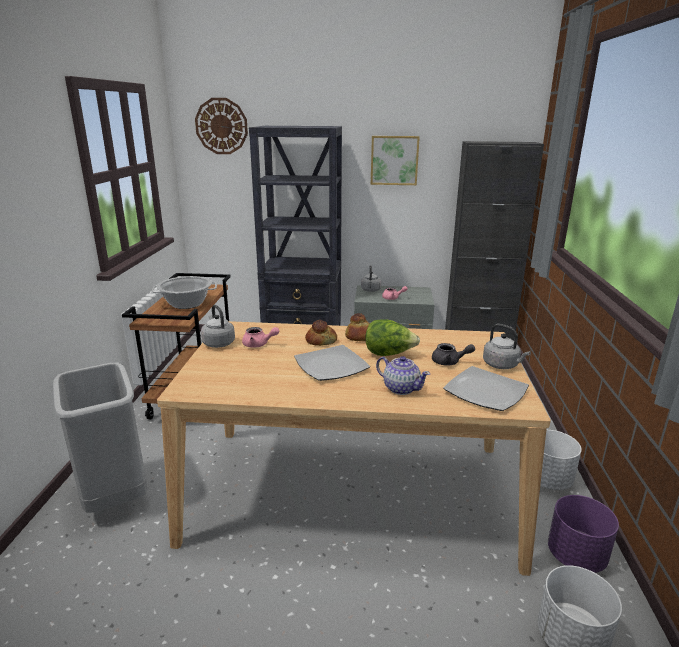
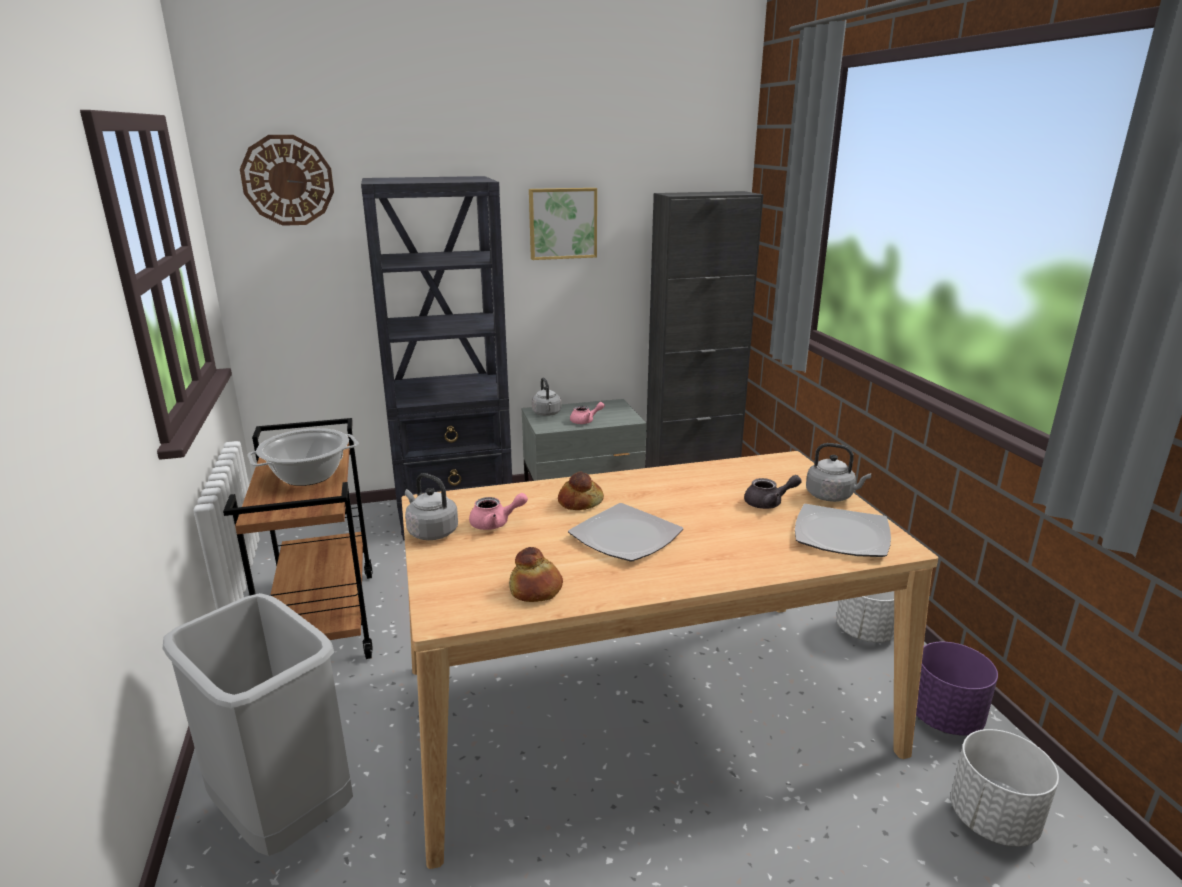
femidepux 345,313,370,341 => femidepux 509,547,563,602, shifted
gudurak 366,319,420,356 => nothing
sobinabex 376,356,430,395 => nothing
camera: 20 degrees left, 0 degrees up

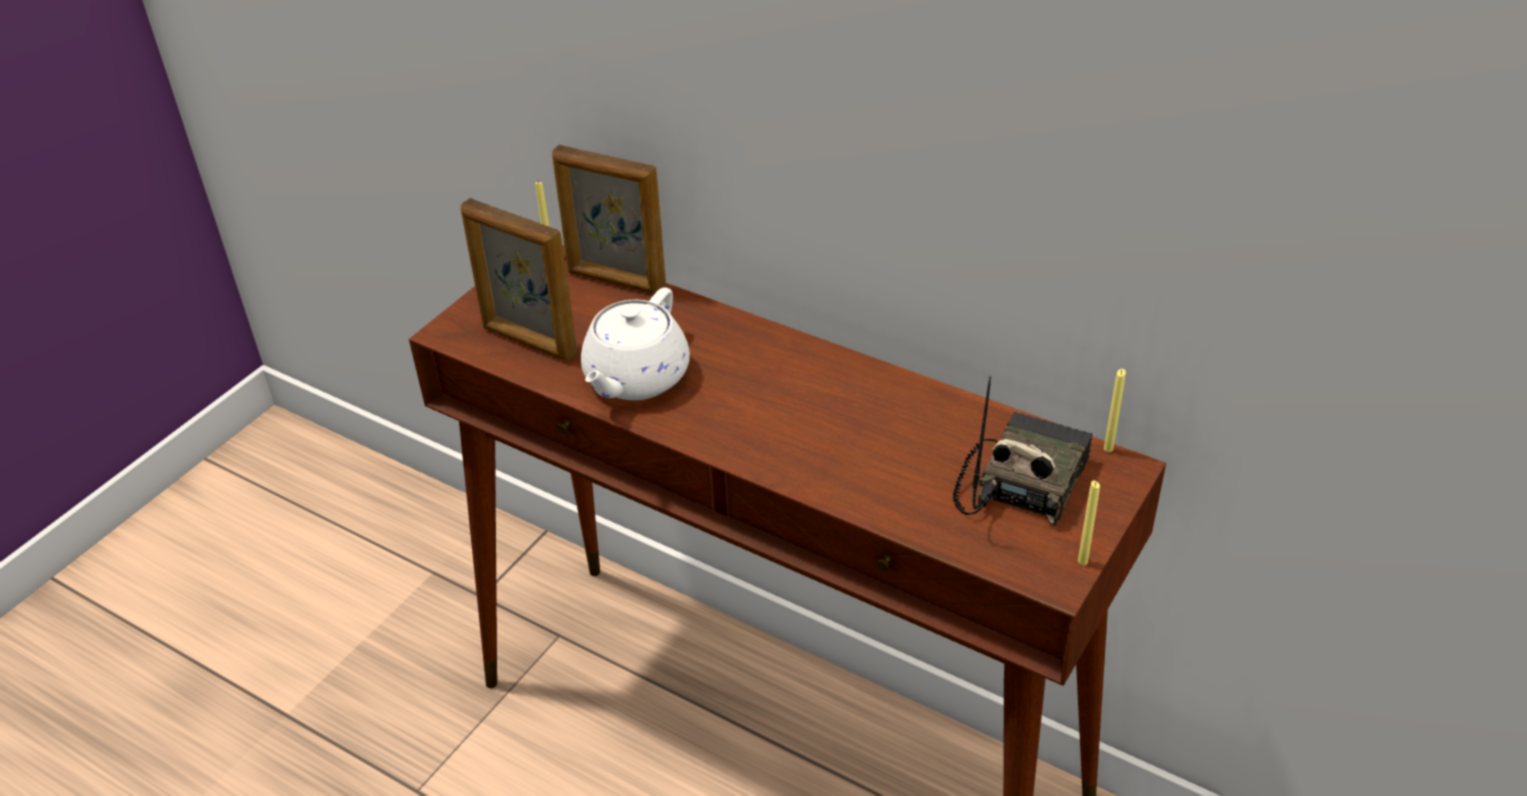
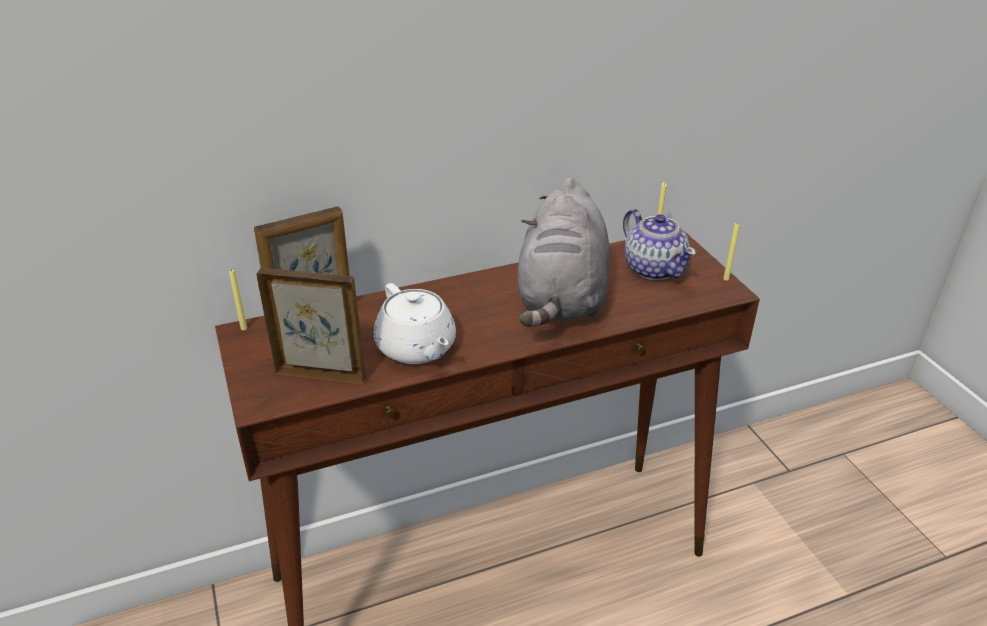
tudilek 460,198,578,362 => tudilek 257,268,366,384, 150 degrees counterclockwise
nothing => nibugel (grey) 518,178,610,327
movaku 953,376,1093,526 => sobinabex 623,209,696,280
camera: 55 degrees left, 5 degrees down

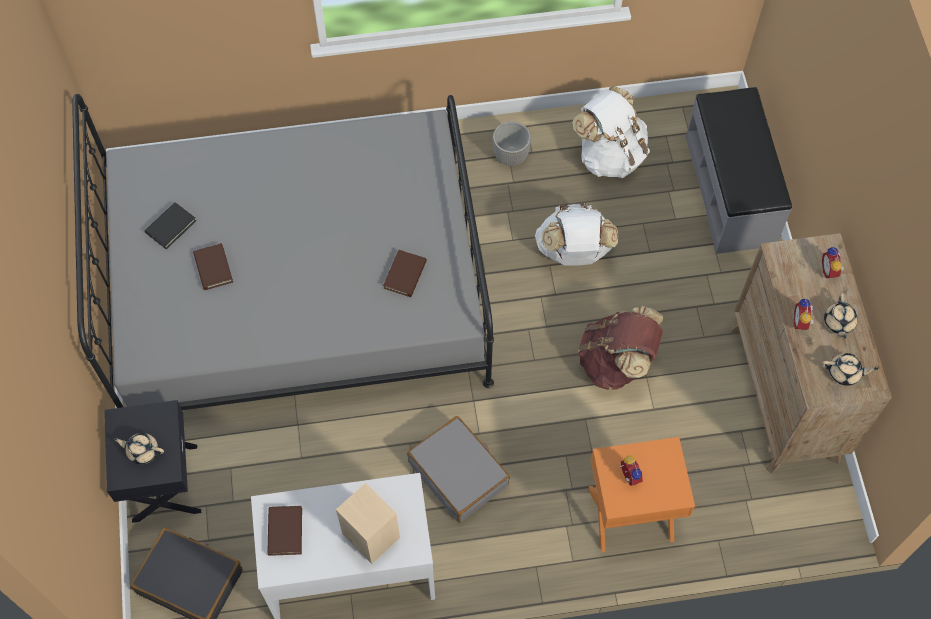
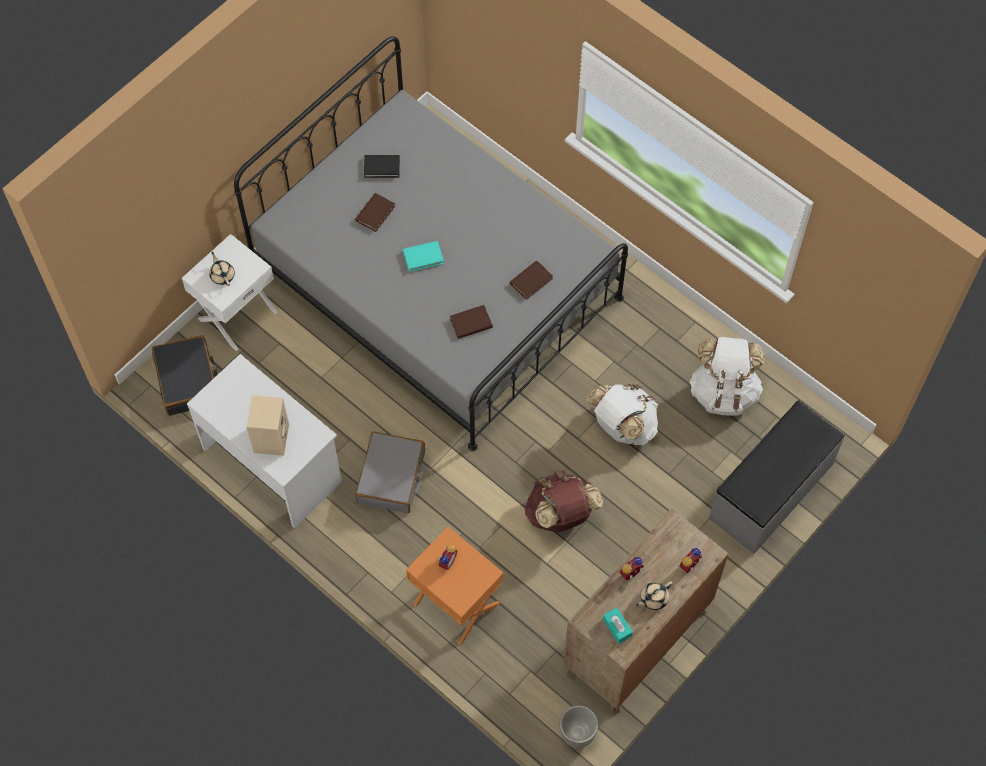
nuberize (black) 104,400,201,523 => nuberize (white) 182,234,278,351
nothing => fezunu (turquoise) 403,241,444,272
fezunu (brown) 267,506,302,556 => fezunu (brown) 510,260,553,300, shifted
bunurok 493,121,531,166 => bunurok 559,705,598,748, shifted
sobinabex (beige) 822,353,878,386 => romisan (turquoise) 603,607,633,644
camera: 50 degrees right, 0 degrees up

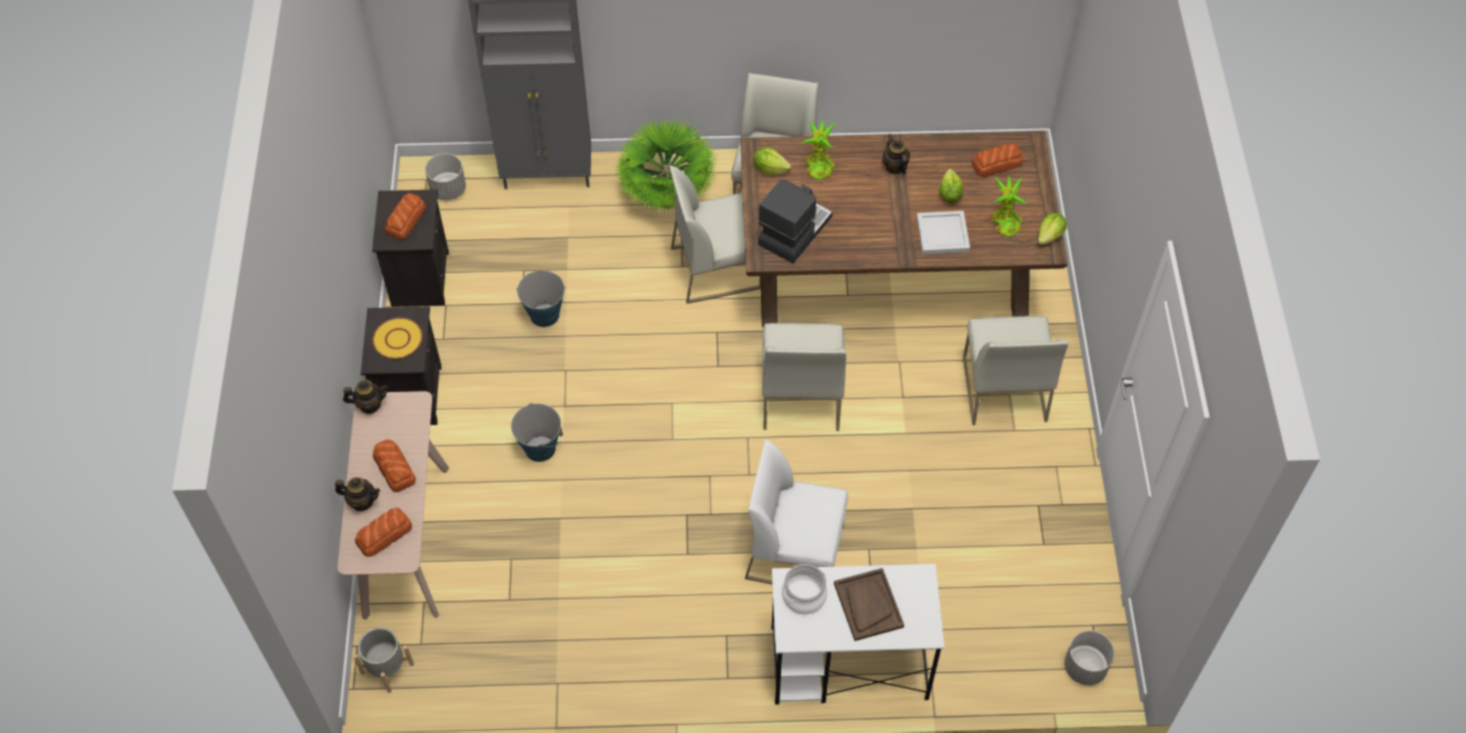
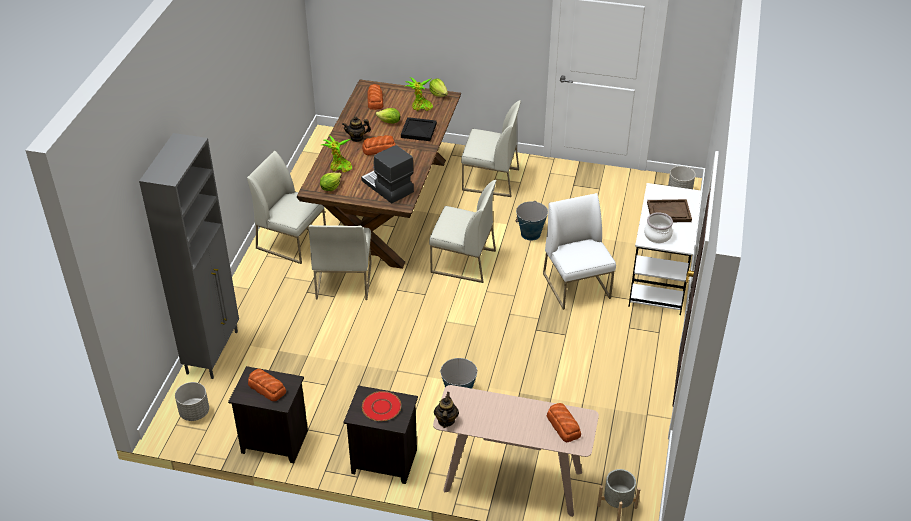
femidepux 373,439,416,492 => femidepux 362,135,395,155, shifted
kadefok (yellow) 373,318,423,359 => kadefok (red) 362,391,401,421
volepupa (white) 917,211,970,255 => volepupa (black) 401,117,437,141
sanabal 516,270,566,327 => sanabal 516,201,548,241, shifted
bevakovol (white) 745,439,848,584 => bevakovol (white) 543,193,616,310, 135 degrees clockwise
sobinabex 335,477,380,511 => nothing
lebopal 614,117,718,213 => nothing
camera: 75 degrees left, 15 degrees down

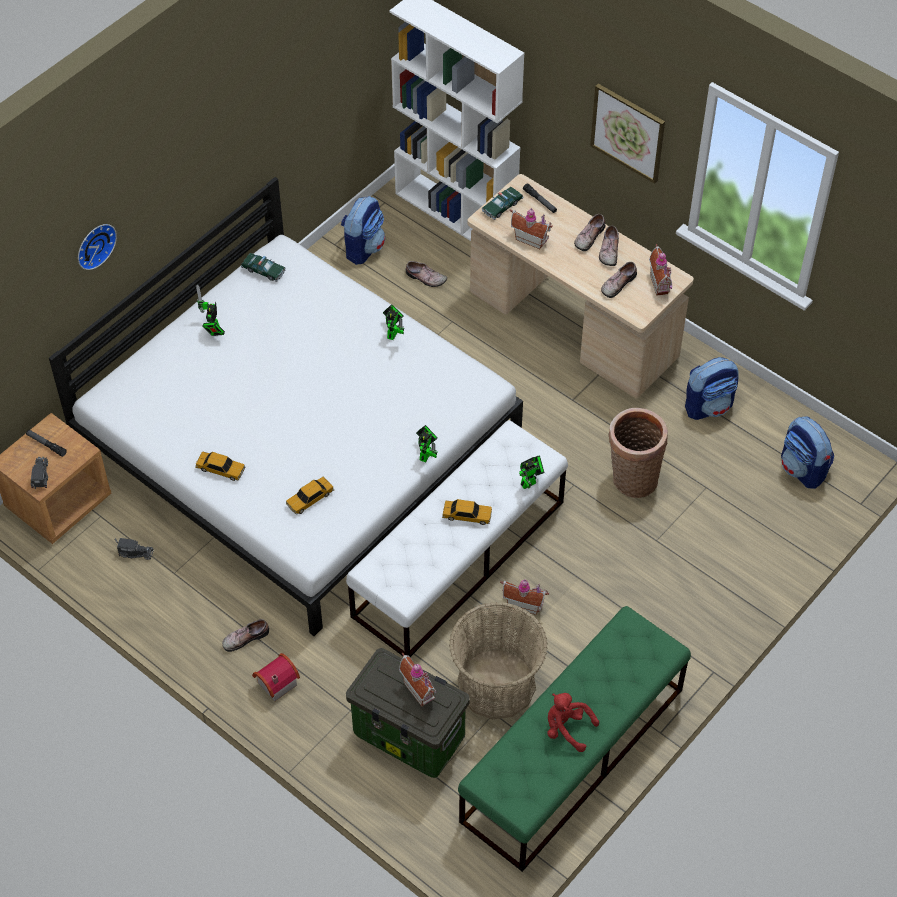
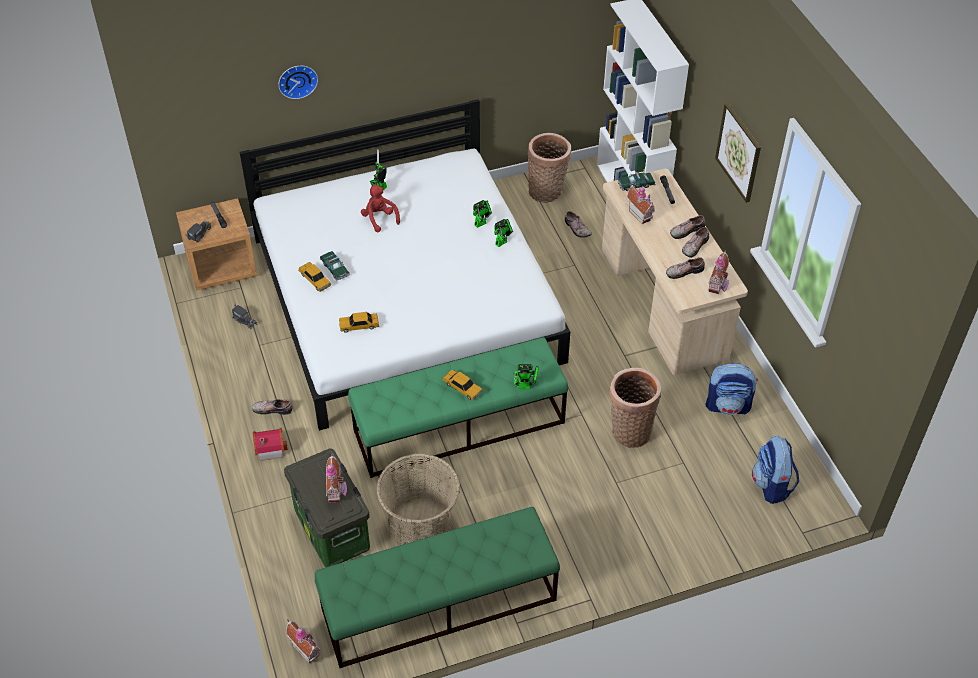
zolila 500,580,549,615 => zolila 286,619,320,664, shifted
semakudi 241,253,286,282 => semakudi 320,251,350,281, shifted
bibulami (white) 346,420,568,657 => bibulami (green) 348,337,568,478
nibugel (red) 547,693,599,752 => nibugel (red) 361,185,400,232, shifted
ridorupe 416,425,438,462 => ridorupe 473,200,492,228, shifted
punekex 341,196,385,265 => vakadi 528,133,571,203
camera: 30 degrees right, 5 degrees down

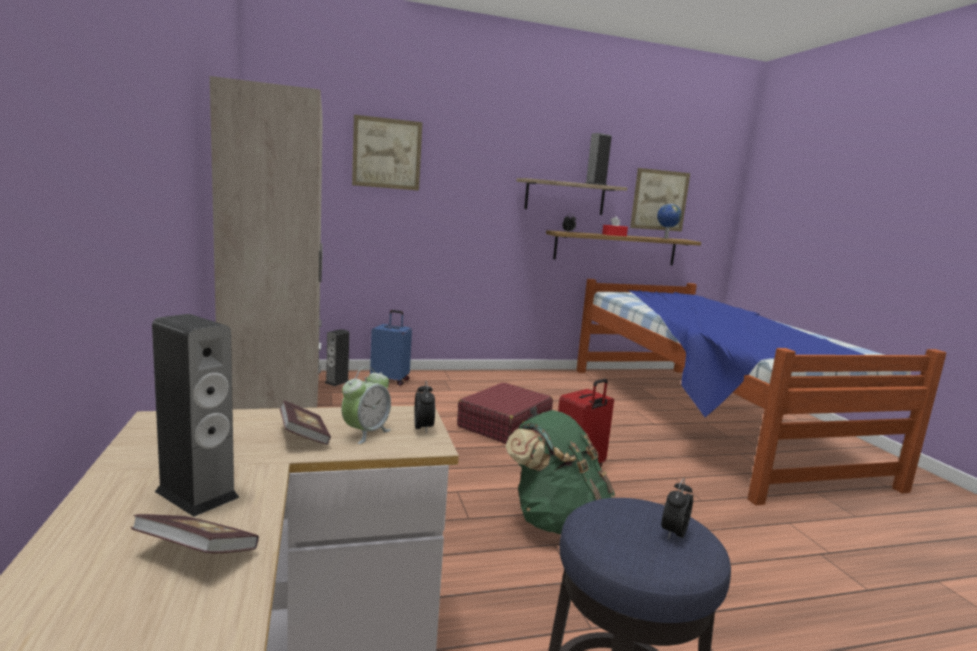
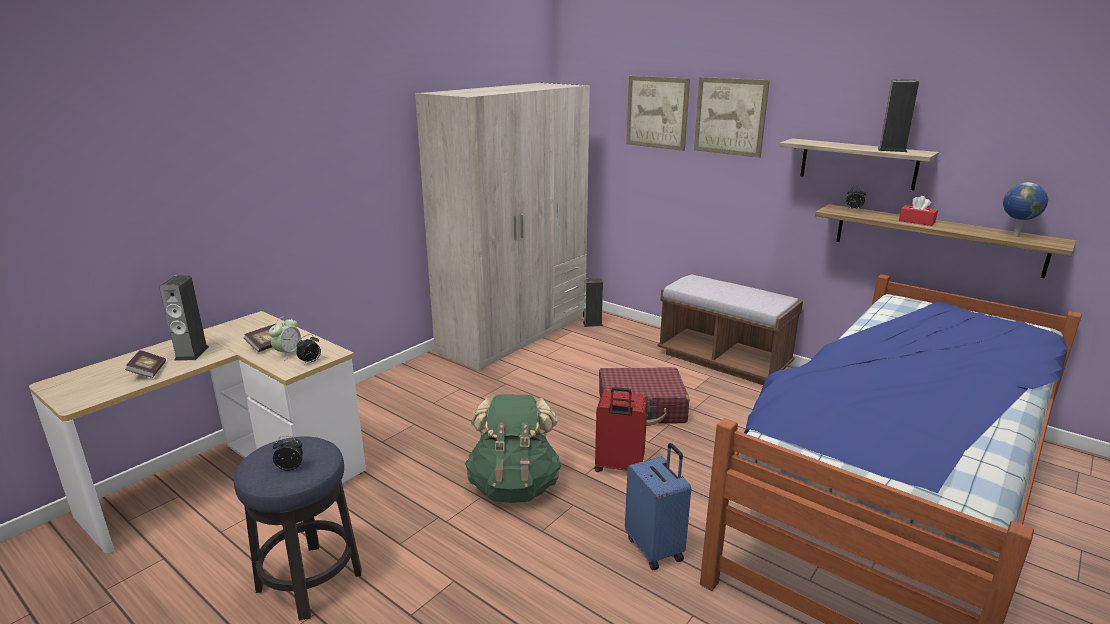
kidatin 341,366,391,444 => kidatin 269,317,301,361, 60 degrees counterclockwise
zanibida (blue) 370,310,412,386 => zanibida (blue) 625,443,691,570, shifted
nothing => bibulami (brown) 658,274,803,385
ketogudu 630,168,690,231 => ketogudu 694,77,770,158, shifted
camera: 55 degrees right, 10 degrees up

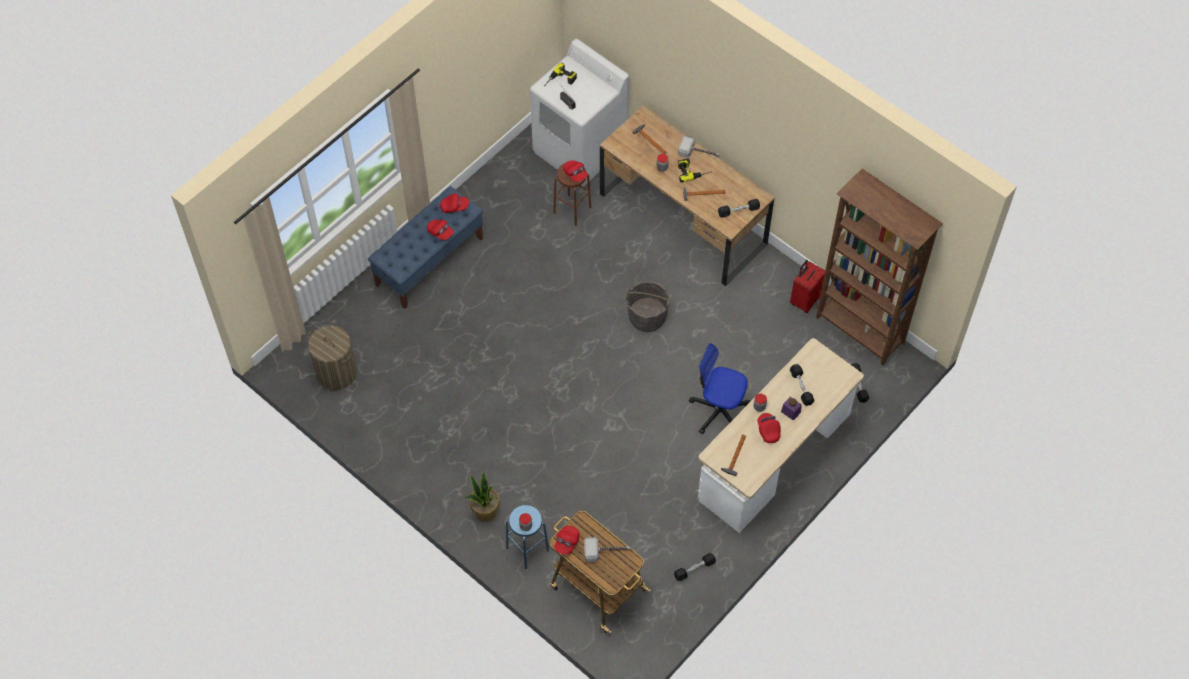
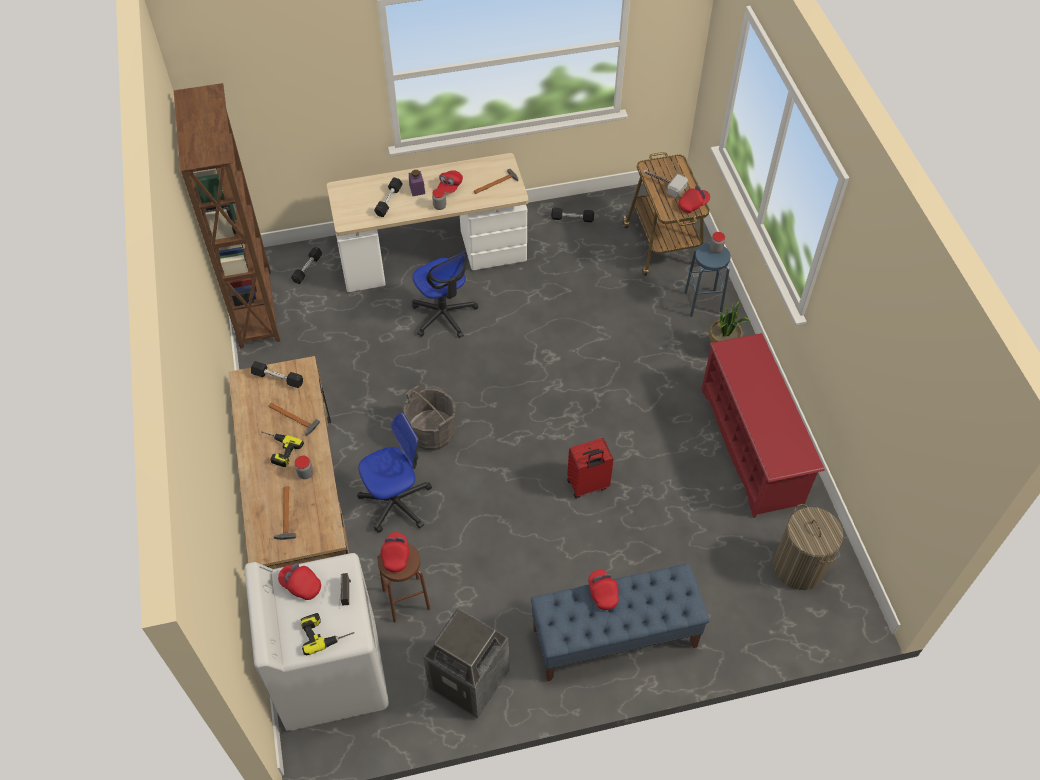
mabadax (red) 440,193,469,213 => mabadax (red) 278,563,321,600, shifted
nothing => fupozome 357,412,432,533
nothing => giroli 423,608,509,719
zanibida (red) 790,260,825,313 => zanibida (red) 567,438,614,499, shifted
nothing => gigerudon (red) 701,333,825,518
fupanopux 678,136,720,158 => nothing
camera: 145 degrees left, 5 degrees down

